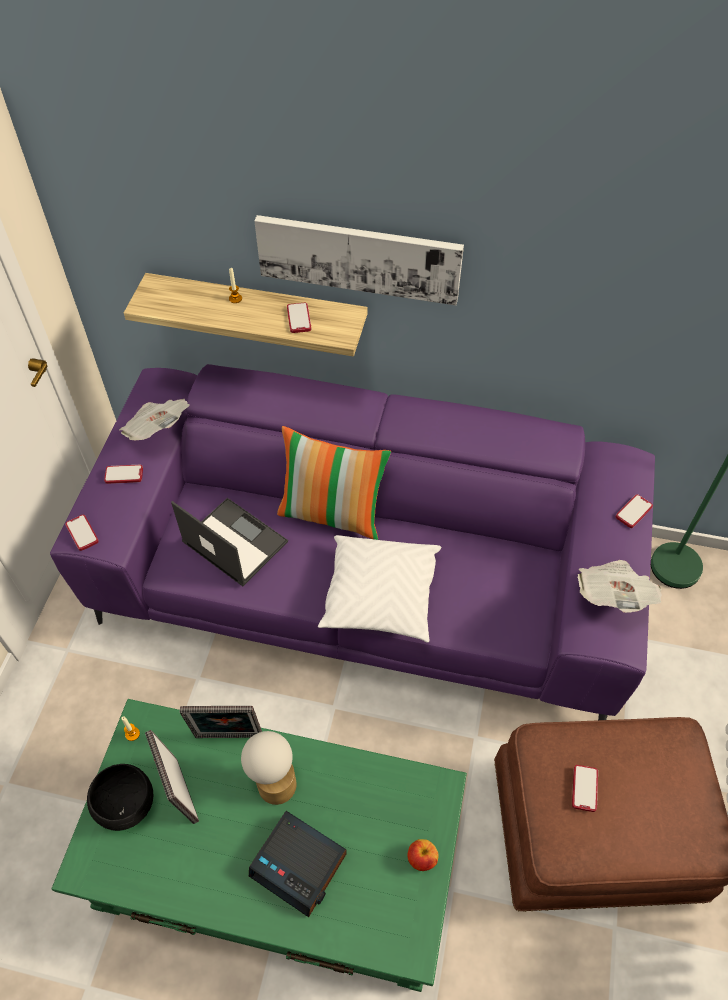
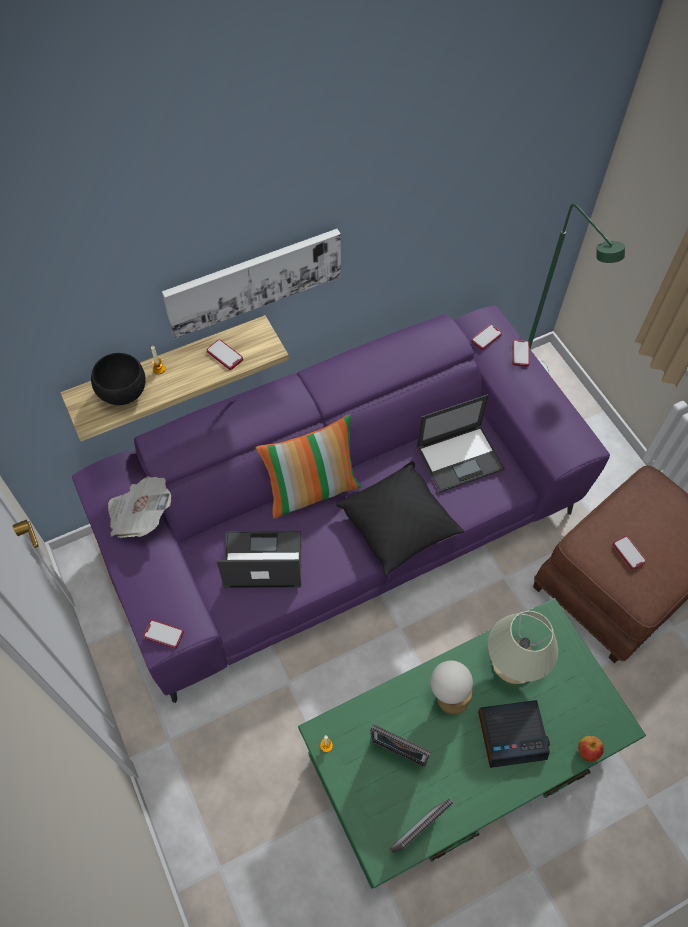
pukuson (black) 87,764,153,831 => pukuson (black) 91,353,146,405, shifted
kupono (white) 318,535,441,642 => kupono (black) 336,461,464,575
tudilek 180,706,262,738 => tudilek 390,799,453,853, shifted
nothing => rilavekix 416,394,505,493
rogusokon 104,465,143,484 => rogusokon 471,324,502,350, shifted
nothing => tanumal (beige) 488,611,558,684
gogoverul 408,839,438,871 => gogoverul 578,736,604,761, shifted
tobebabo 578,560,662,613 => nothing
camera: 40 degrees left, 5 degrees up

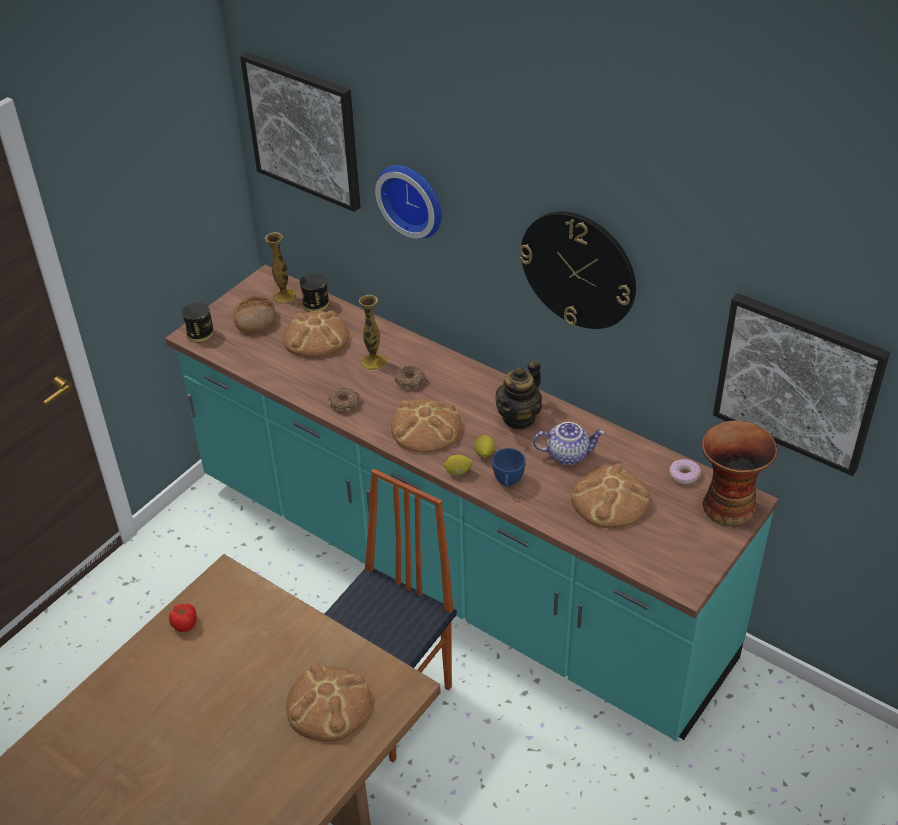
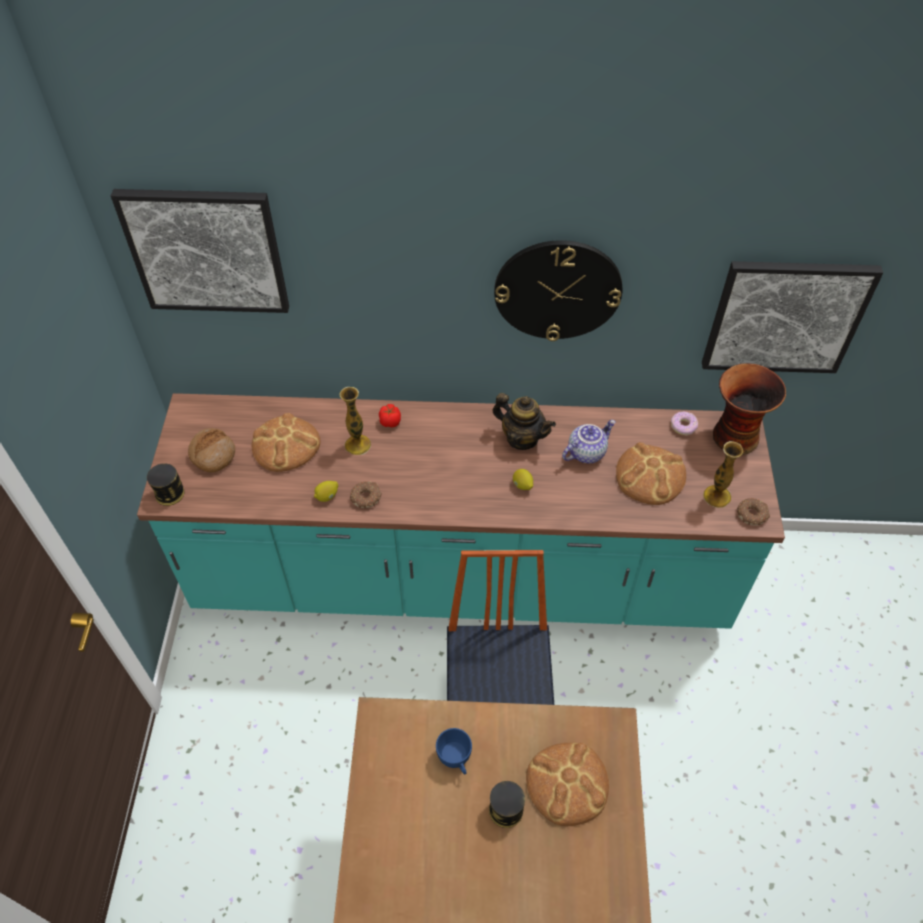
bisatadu 444,455,472,476 => bisatadu 314,481,338,502, shifted
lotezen 169,604,197,632 => lotezen 379,404,401,428, shifted
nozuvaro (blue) 492,448,526,487 => nozuvaro (blue) 436,728,472,775, shifted
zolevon 300,273,329,312 => zolevon 489,781,525,828, shifted
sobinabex 495,360,542,430 => sobinabex 492,393,556,450, 60 degrees counterclockwise
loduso 265,232,297,304 => loduso 703,441,743,508, shifted
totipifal 395,366,426,389 => totipifal 737,498,770,526, shifted
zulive 375,165,442,239 => nothing
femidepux 391,399,462,452 => nothing
camera: 35 degrees left, 10 degrees up

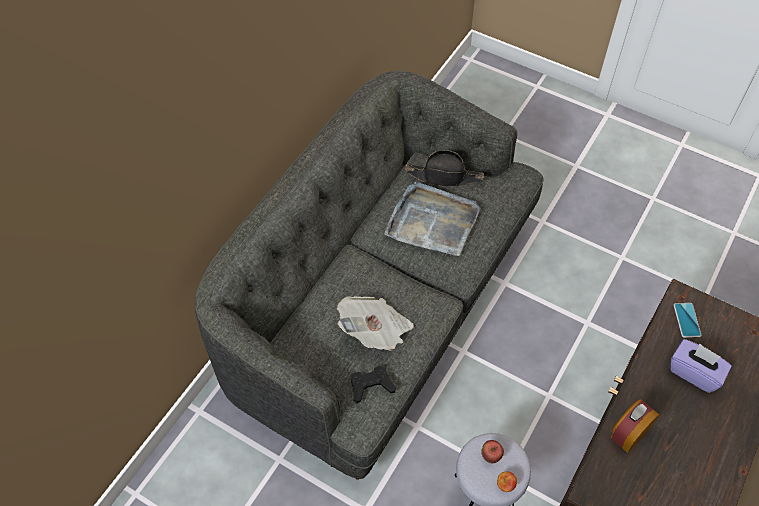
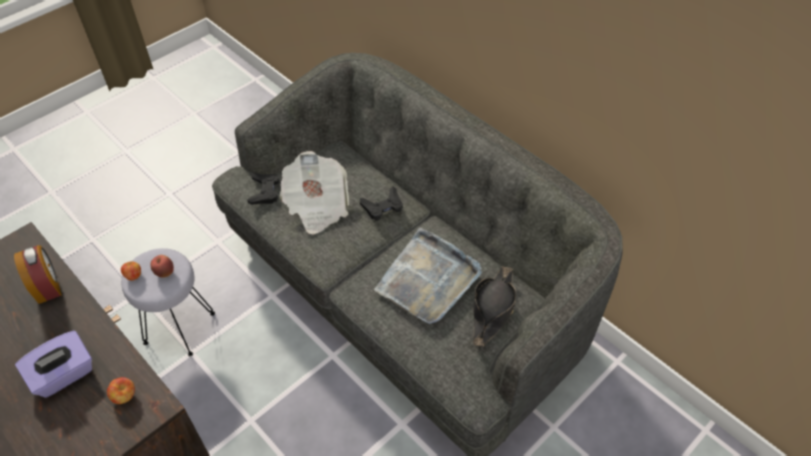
rogusokon 674,303,701,338 => gogoverul 107,377,135,404
nothing => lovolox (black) 360,186,403,221
camera: 105 degrees right, 5 degrees down

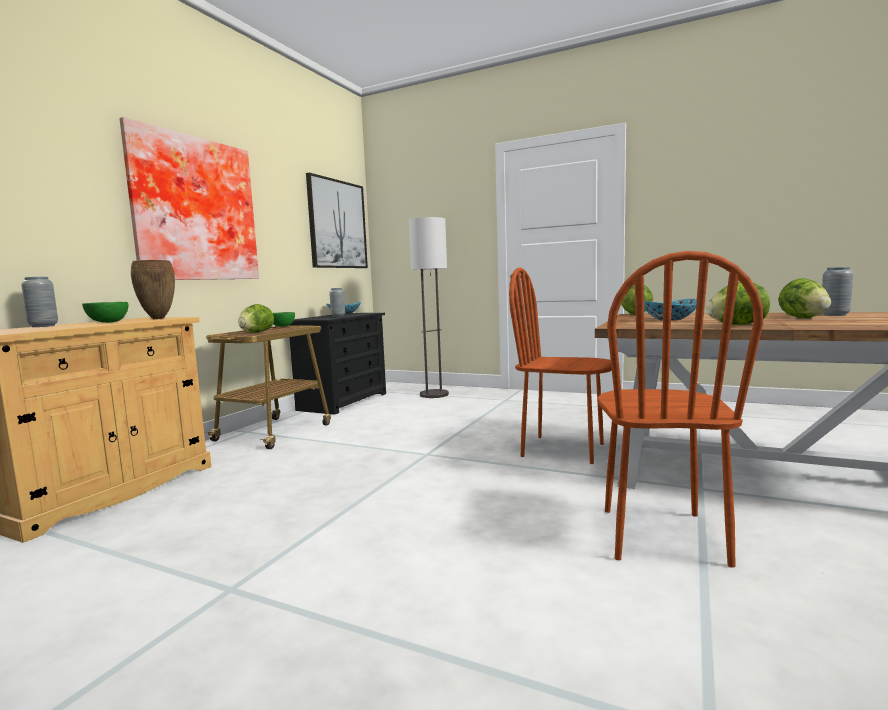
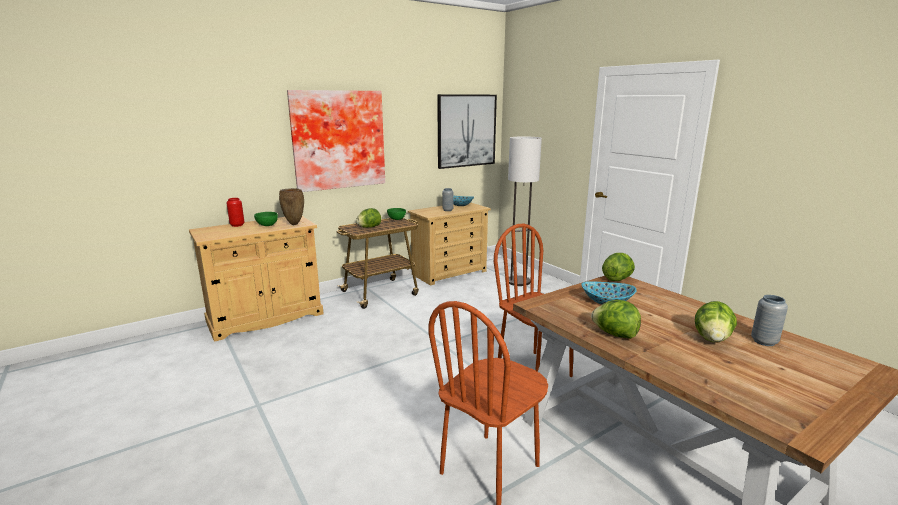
loduso (grey) 21,277,58,327 => loduso (red) 227,198,244,227
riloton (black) 289,313,386,415 => riloton (beige) 408,202,491,286
camera: 30 degrees right, 10 degrees up

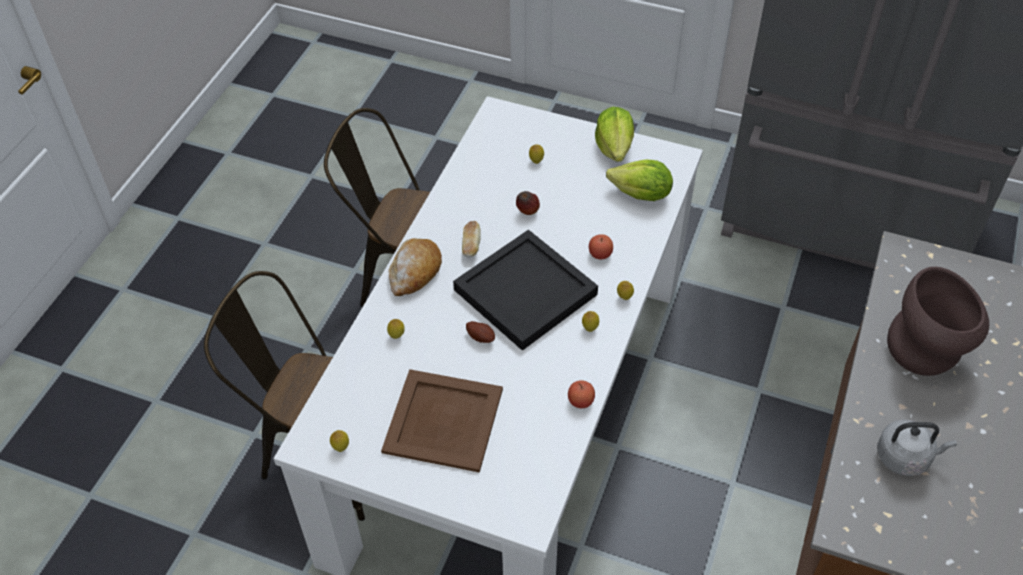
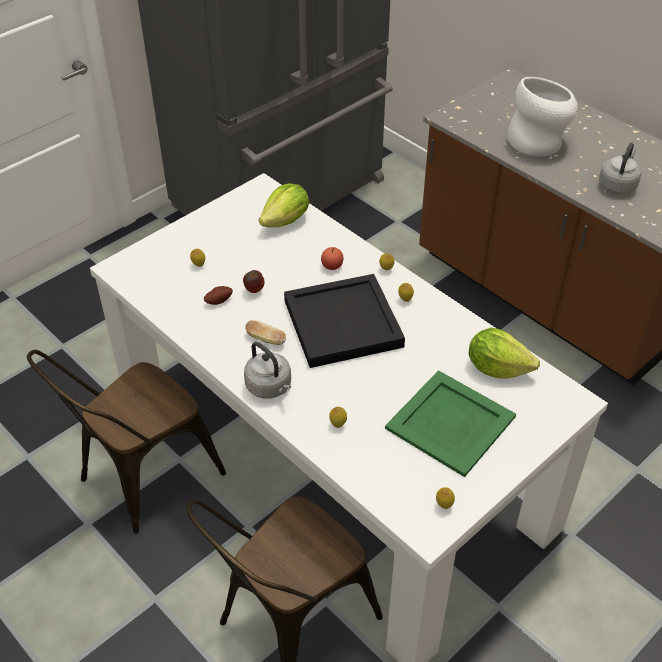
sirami 466,321,495,343 => sirami 204,286,233,305, shifted
femidepux 388,238,442,296 => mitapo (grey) 244,342,291,399
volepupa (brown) 381,369,503,473 => volepupa (green) 385,370,516,477
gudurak 595,107,634,162 => gudurak 469,327,540,379, shifted
loduso (brown) 887,267,989,376 => loduso (white) 508,77,578,157
gogoverul 568,380,595,408 => nothing
camera: 65 degrees left, 5 degrees down

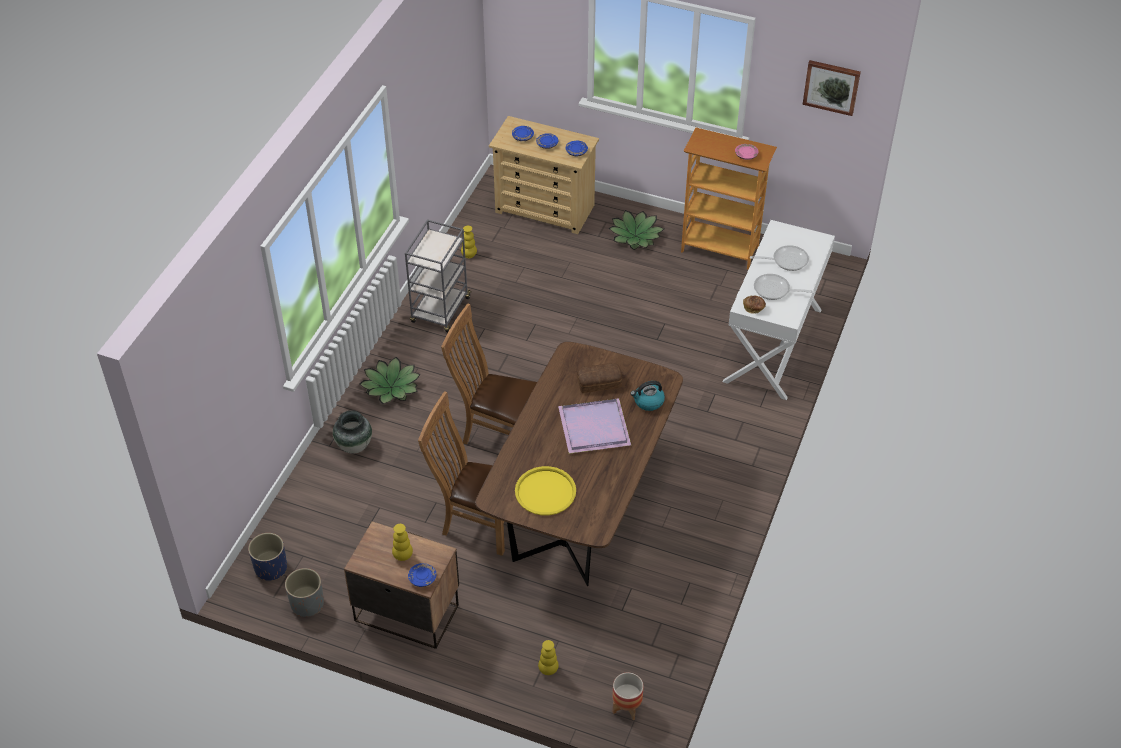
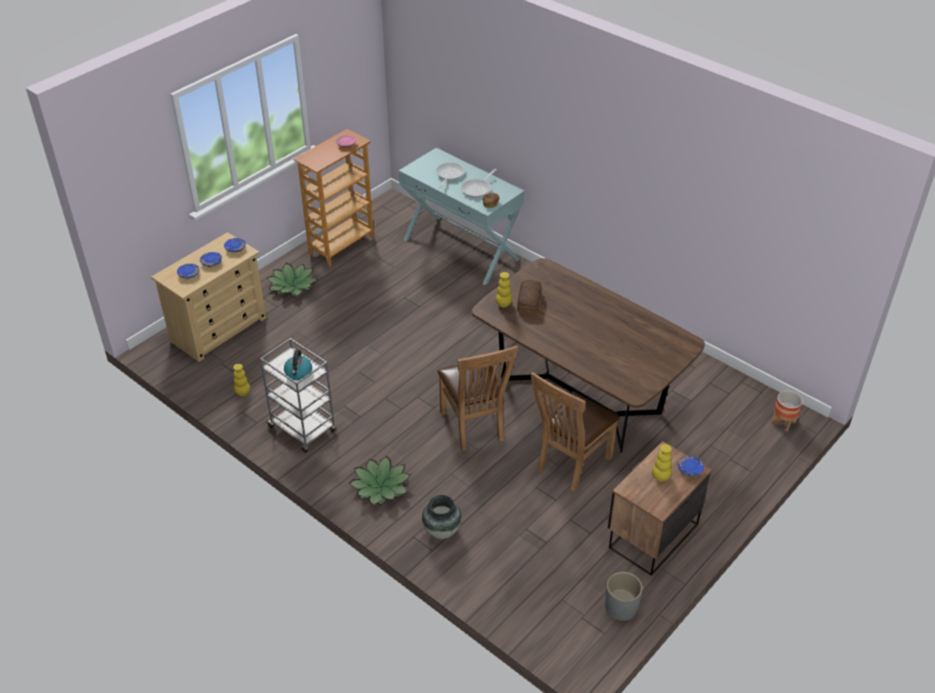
mitapo 630,381,665,411 => mitapo 284,350,312,380, shifted
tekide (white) 723,220,835,400 => tekide (turquoise) 399,148,524,285
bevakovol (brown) 441,303,537,445 => bevakovol (brown) 437,345,518,451, 60 degrees counterclockwise
loduso (yellow) 538,640,559,675 => loduso (yellow) 495,272,512,307, shifted
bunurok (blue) 248,533,287,581 => nothing
volepupa (yellow) 515,466,576,515 => nothing
volepupa (purple) 558,398,631,454 => nothing
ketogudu 802,60,861,116 => nothing
camera: 70 degrees left, 5 degrees down

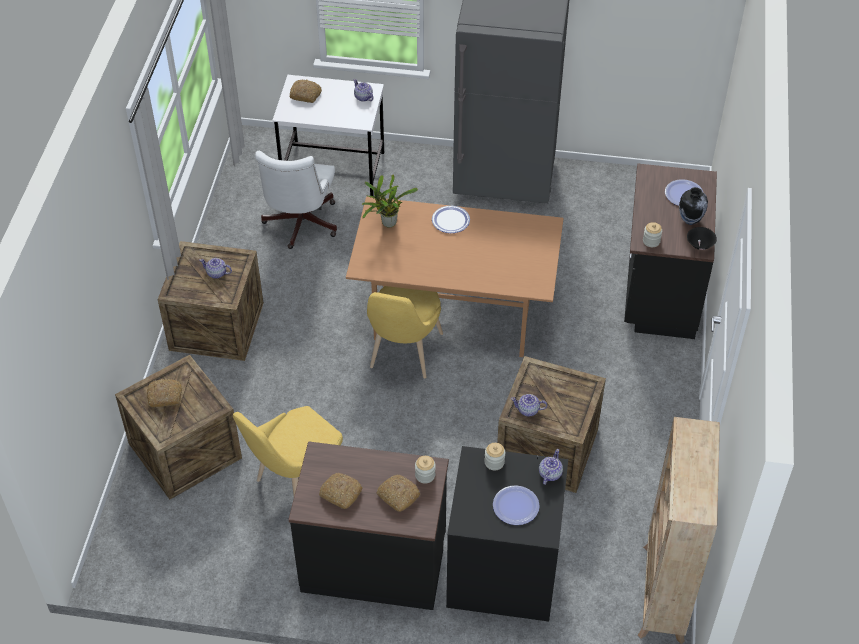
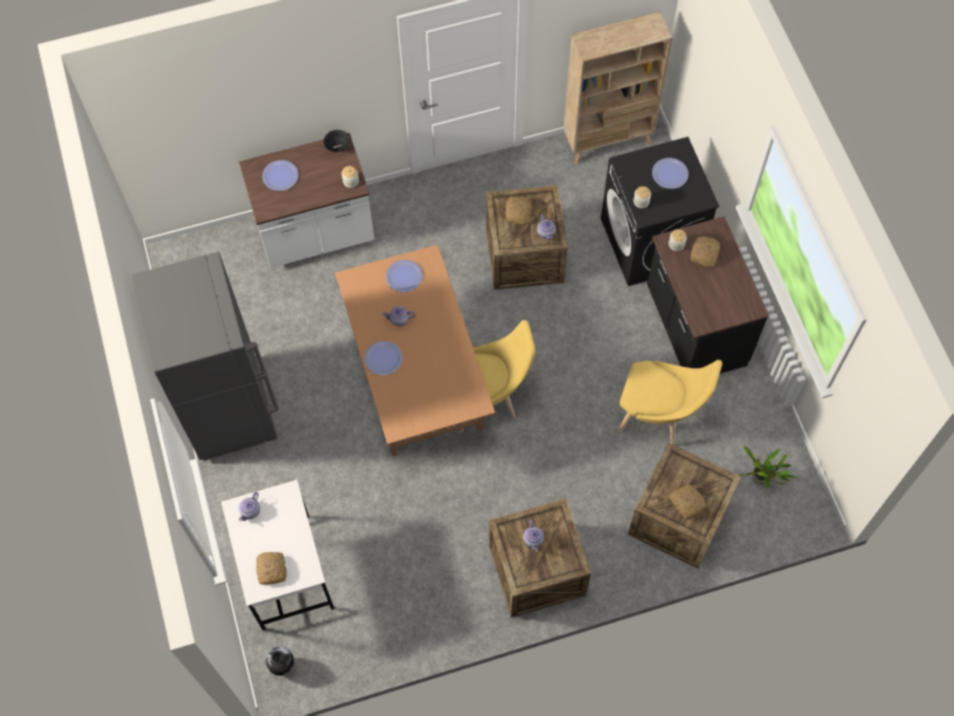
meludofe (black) 624,164,717,339 => meludofe (white) 239,133,375,268
loduso 679,187,708,225 => loduso 266,646,294,676, shifted
sobinabex 539,449,563,485 => sobinabex 382,306,416,326, shifted
nothing => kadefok 386,260,423,292
femidepux 319,473,363,509 => femidepux 505,196,532,225, shifted
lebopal 362,174,418,227 => lebopal 739,446,798,489, shifted
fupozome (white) 255,151,337,249 => nothing
camera: 115 degrees left, 15 degrees up

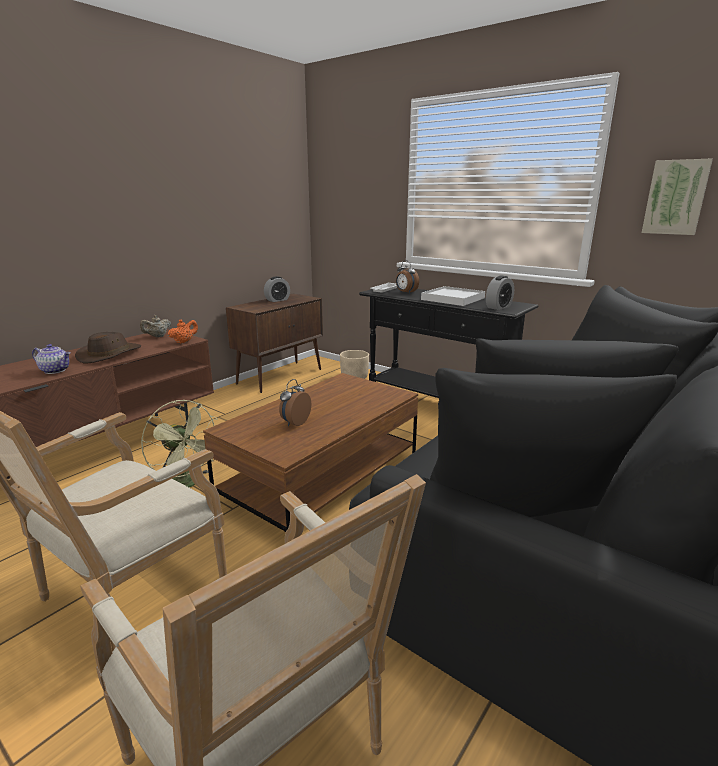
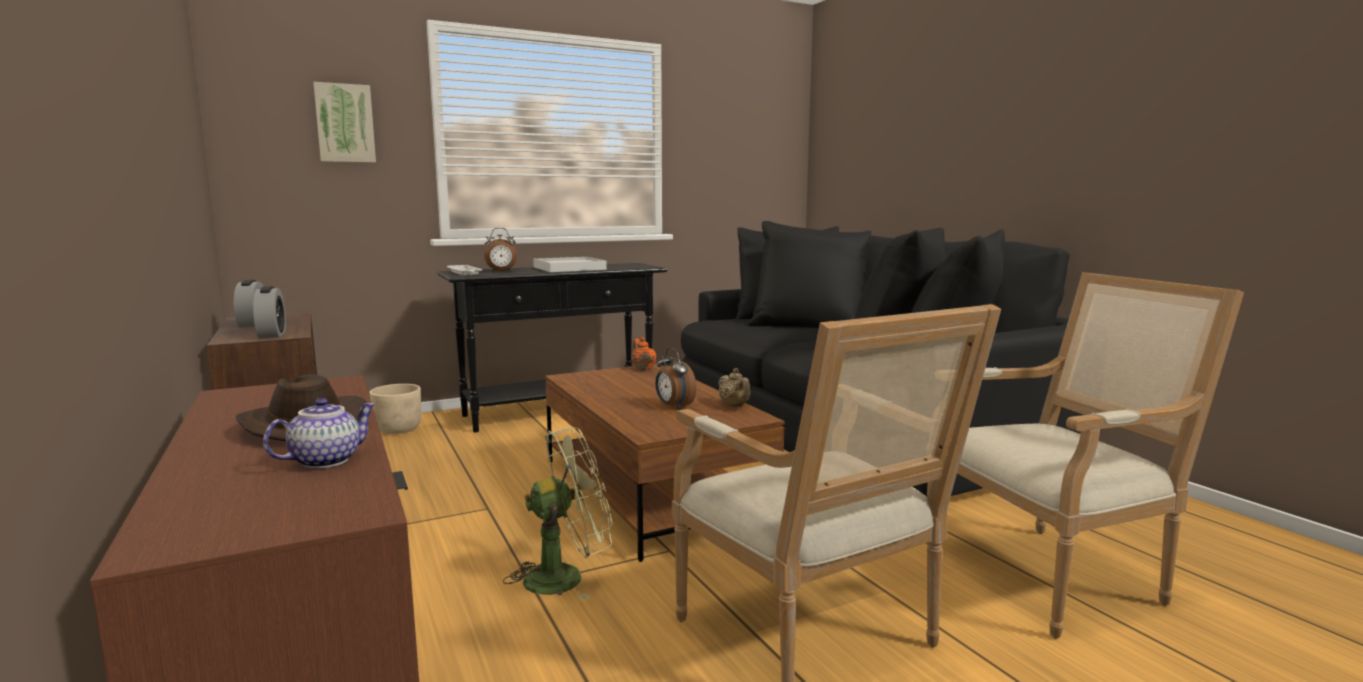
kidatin 486,276,514,310 => kidatin 253,286,286,338, shifted
ketogudu 642,159,713,235 => ketogudu 313,82,376,163, shifted
sobinabex (orange) 168,319,198,344 => sobinabex (orange) 631,337,656,370, shifted
sobinabex (beige) 140,315,171,337 => sobinabex (beige) 718,368,751,407, shifted
camera: 65 degrees left, 10 degrees down

